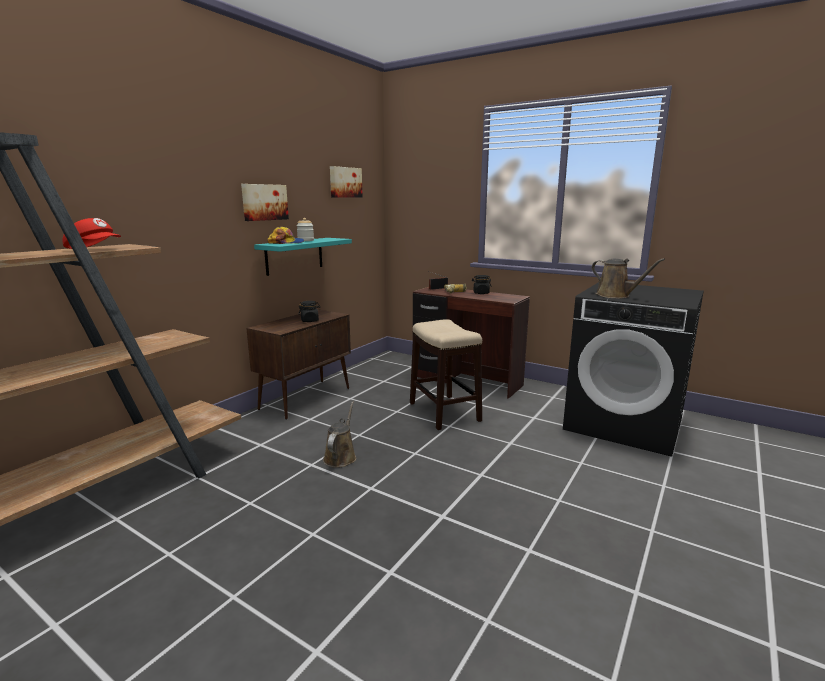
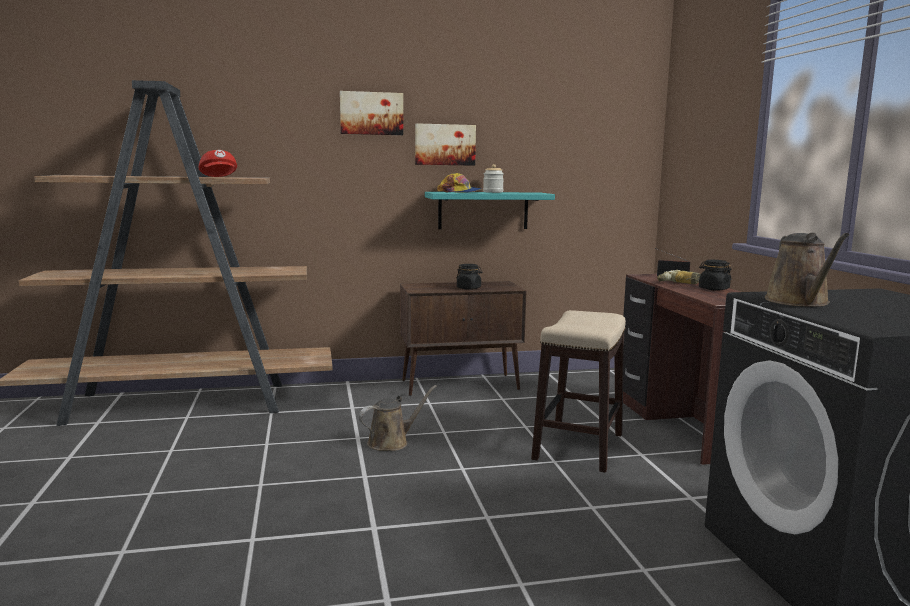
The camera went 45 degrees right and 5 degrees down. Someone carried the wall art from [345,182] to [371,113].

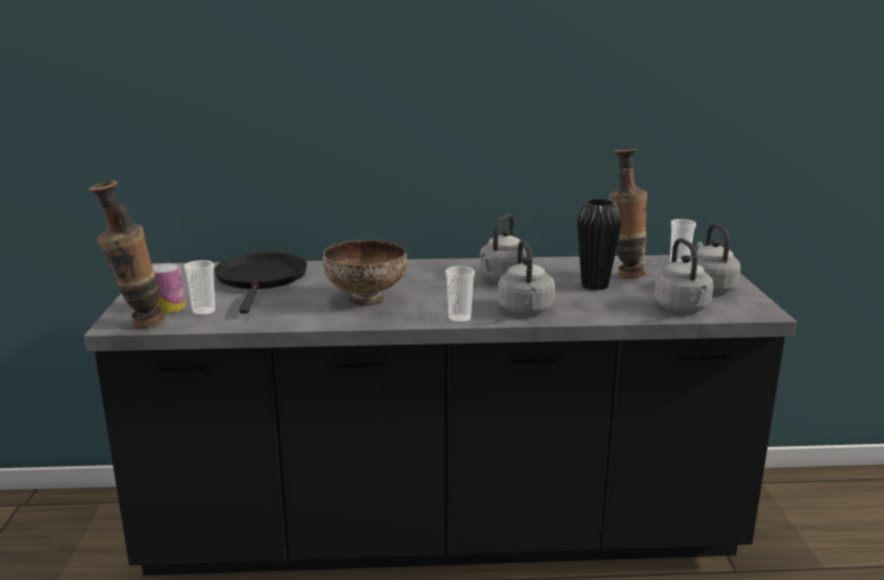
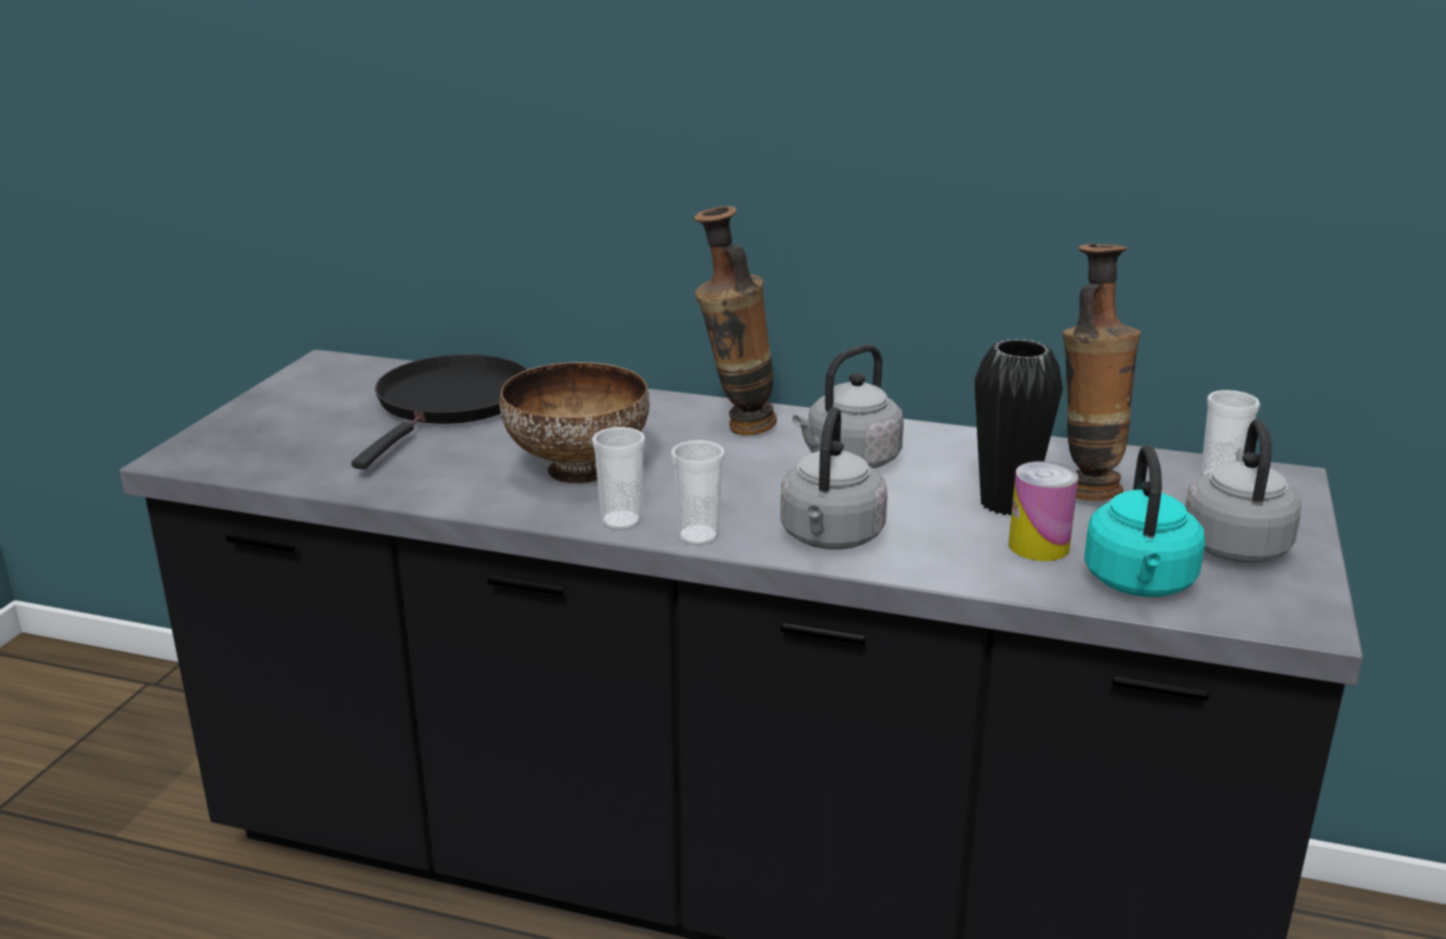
The camera went 20 degrees right and 5 degrees up. Someone carried the drinking cup from [204,312] to [621,521]. Someone carried the decorative vase from [137,325] to [735,429]. Someone carried the metal can from [168,307] to [1038,546]. Someone repainted the grey water kettle at [683,308], which became the turquoise water kettle at [1139,584].

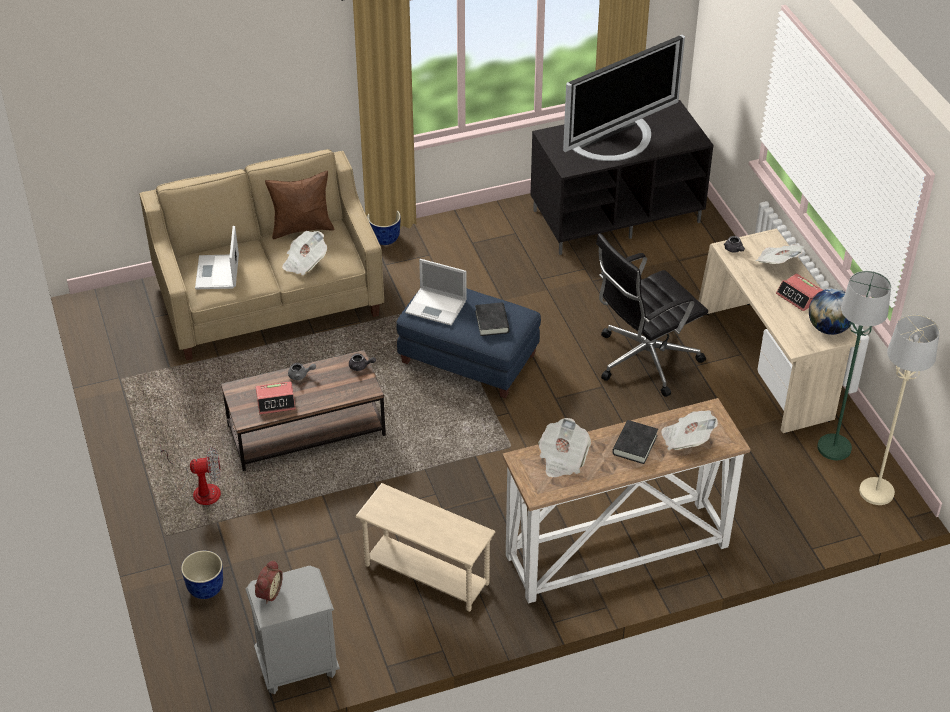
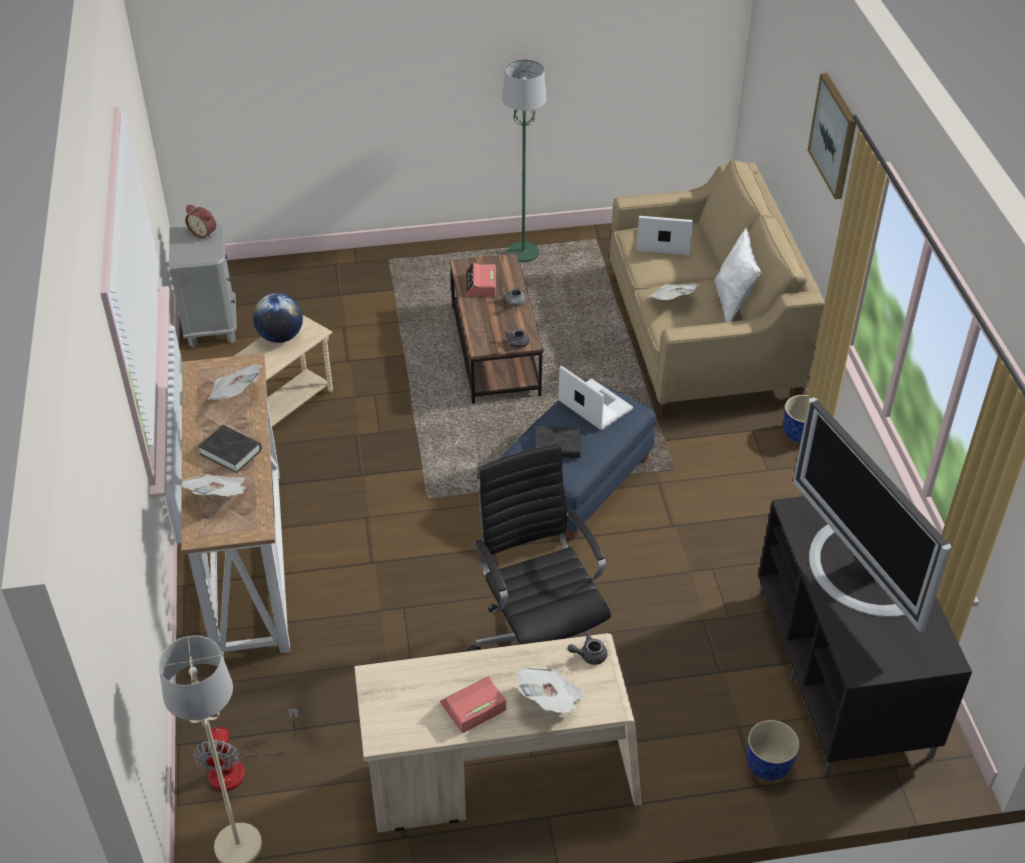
The camera went 100 degrees right and 0 degrees up. Someone carried the cooling fan from [200,490] to [239,767]. Someone carried the world globe from [828,328] to [280,336]. Someone carried the greenish standing lamp from [833,448] to [523,253]. Someone rotated the laptop at [437,307] by 105 degrees clockwise. Someone repainted the brownish throw pillow at [302,228], which became the white throw pillow at [733,303]. Someone carried the plant pot from [205,589] to [767,766]. Someone put up the wall art at [834,135].

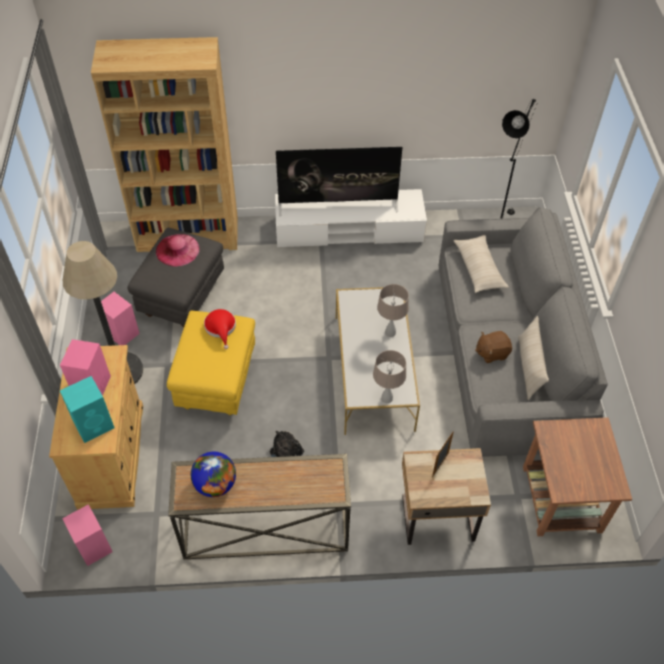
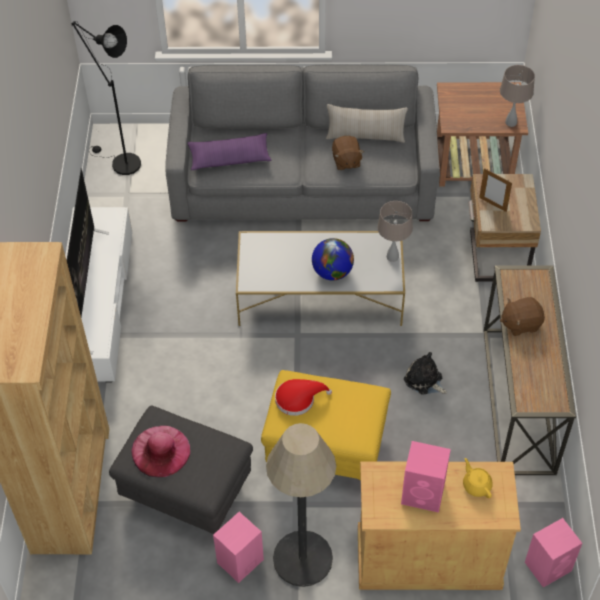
The camera went 85 degrees left and 0 degrees up. Someone repainted the beige-coloured throw pillow at [479,268], which became the purplish throw pillow at [229,158]. Someone carried the world globe from [215,484] to [332,272]. Someone swapped the turquoise audio speaker at [95,424] for the yellow-coloured tea pot at [476,485]. Someone carried the beige-coloured tabletop lamp from [390,332] to [510,122]. Someone put down the brownish plush toy at [520,323].

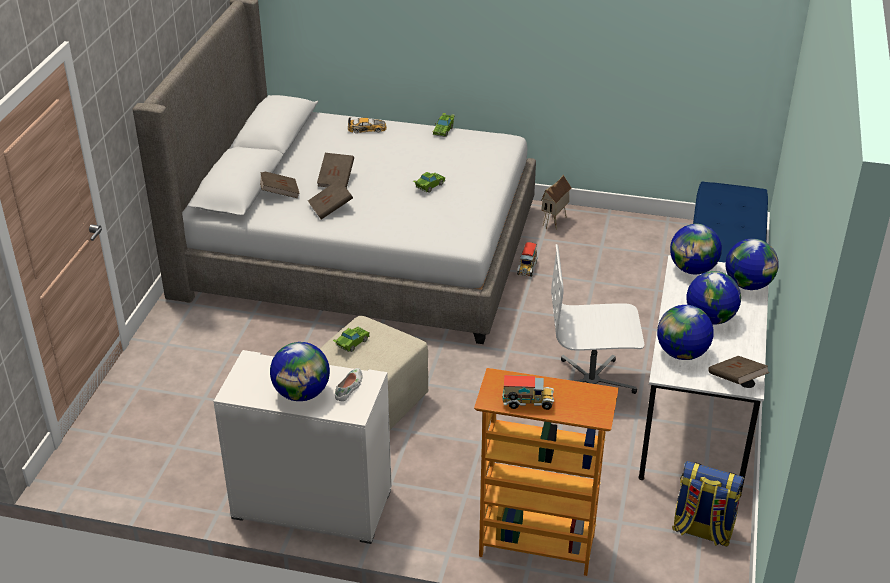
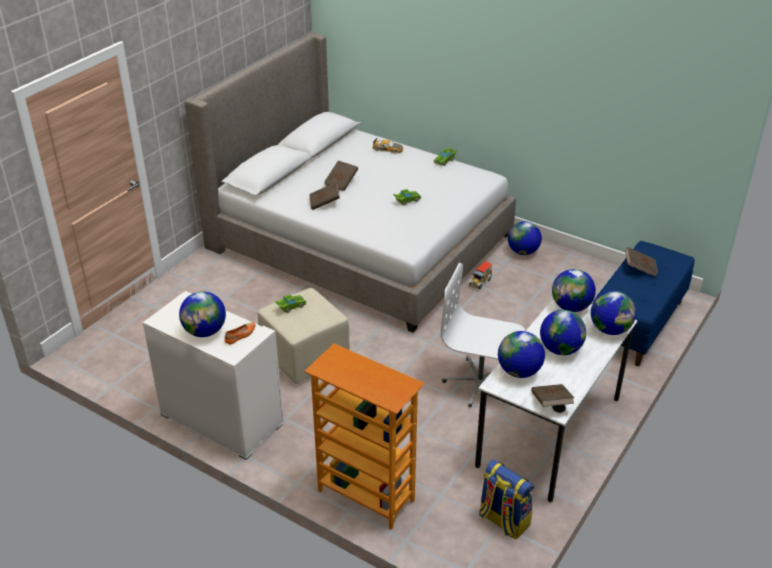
The camera went 20 degrees right and 0 degrees up. Someone repainted the white item of footwear at [349,387], which became the orange item of footwear at [240,335]. Someone swapped the toy house at [555,223] for the world globe at [523,252]. Someone carried the brownish bound book from [279,192] to [640,268]. Someone took away the model truck at [528,403].

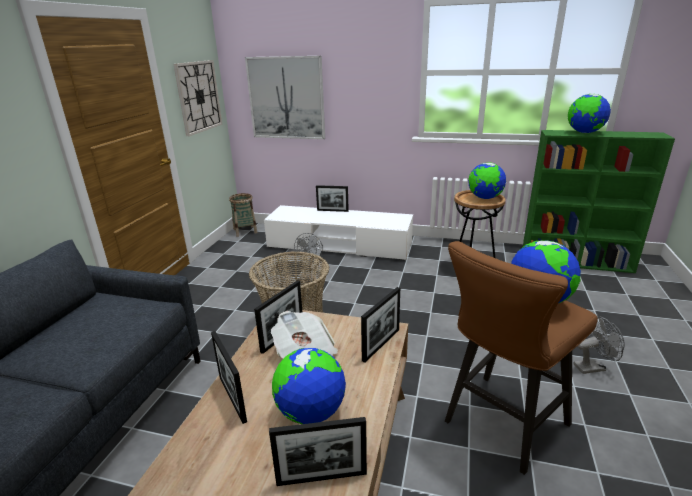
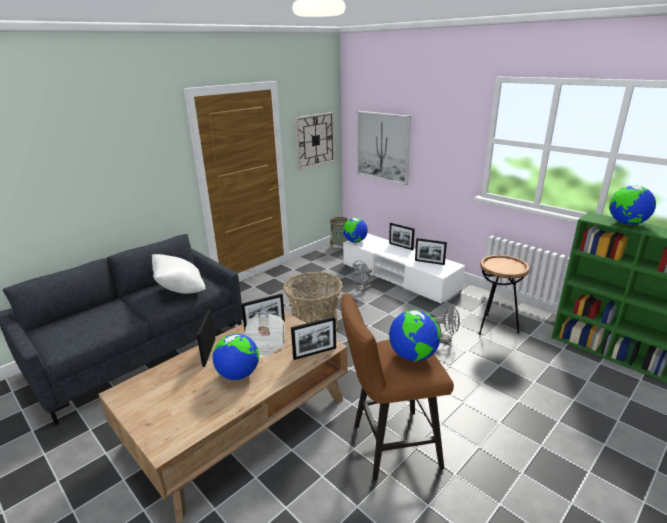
The camera went 30 degrees right and 0 degrees up. Someone put down the white throw pillow at [180,290]. Someone carried the world globe from [484,198] to [355,241]. Someone carried the photo frame from [321,478] to [429,262]. Someone carried the grey cooling fan from [593,367] to [445,339].

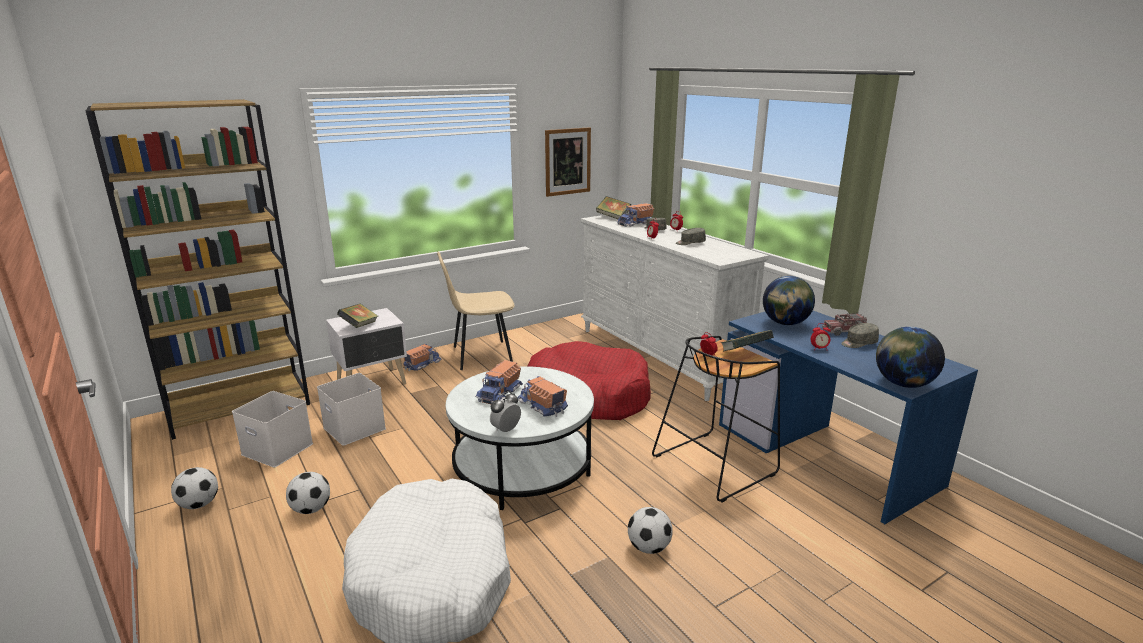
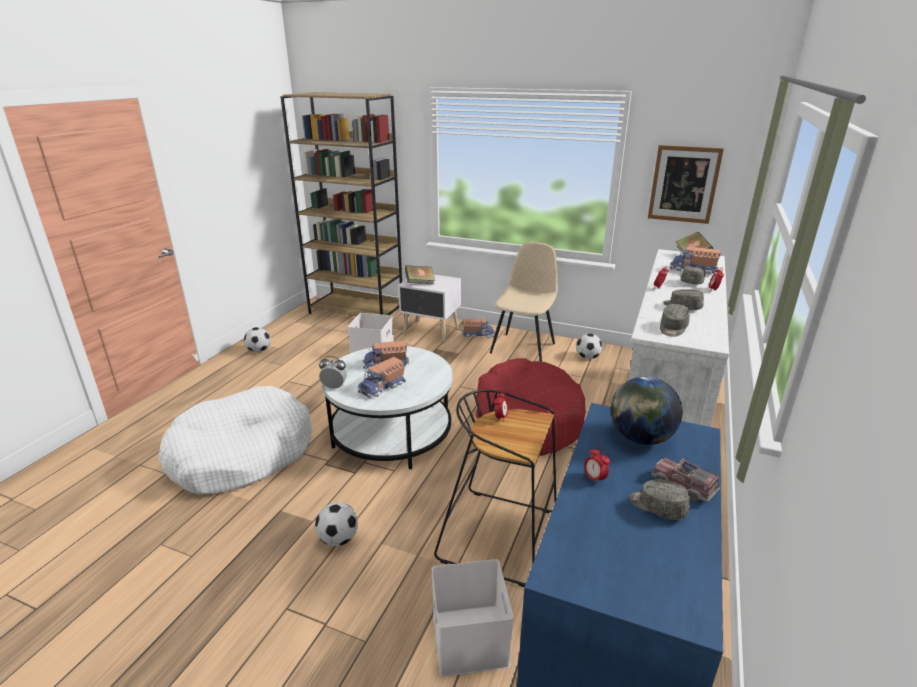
The camera went 55 degrees right and 5 degrees up. Someone rotated the model truck at [541,406] by 150 degrees counterclockwise. Someone carried the white storage bin from [276,449] to [468,637]. Someone rotated the beige-coloured upright chair at [480,355] by 75 degrees clockwise. Someone carried the football ball from [311,509] to [587,357]. Someone put down the grey peaked cap at [672,328]. Someone took away the bound book at [745,353]. Someone took away the world globe at [903,384].

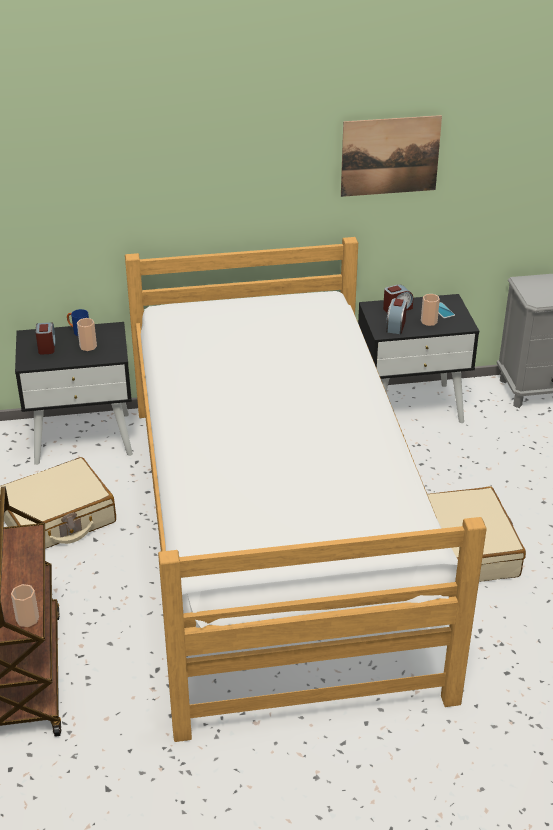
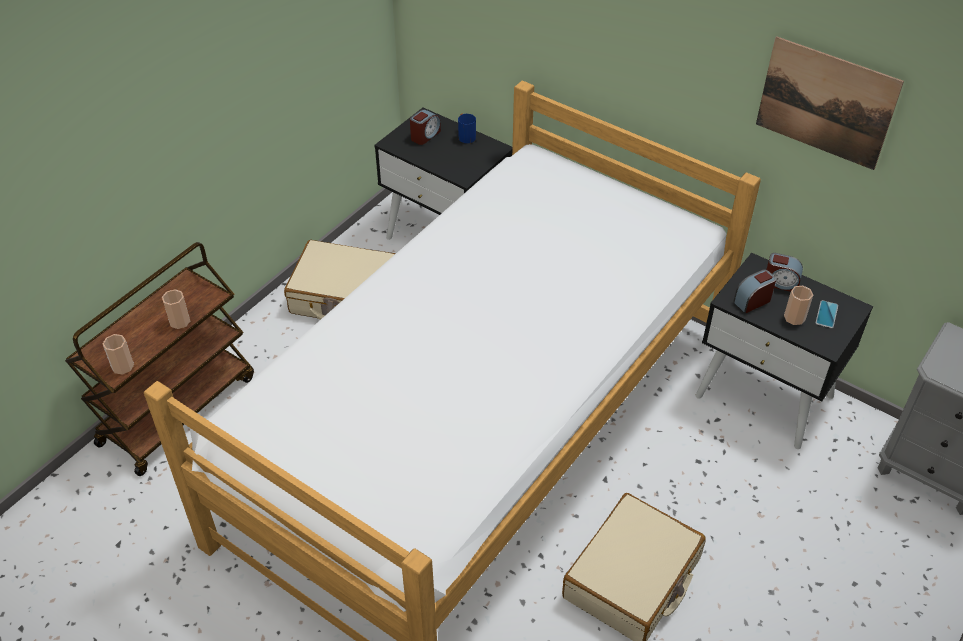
The camera went 45 degrees right and 10 degrees up. Someone carried the drinking cup from [88,346] to [179,321].

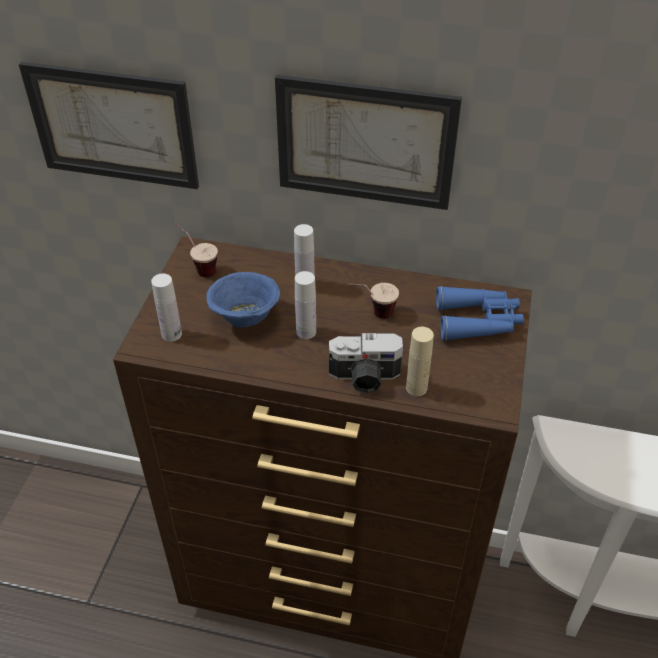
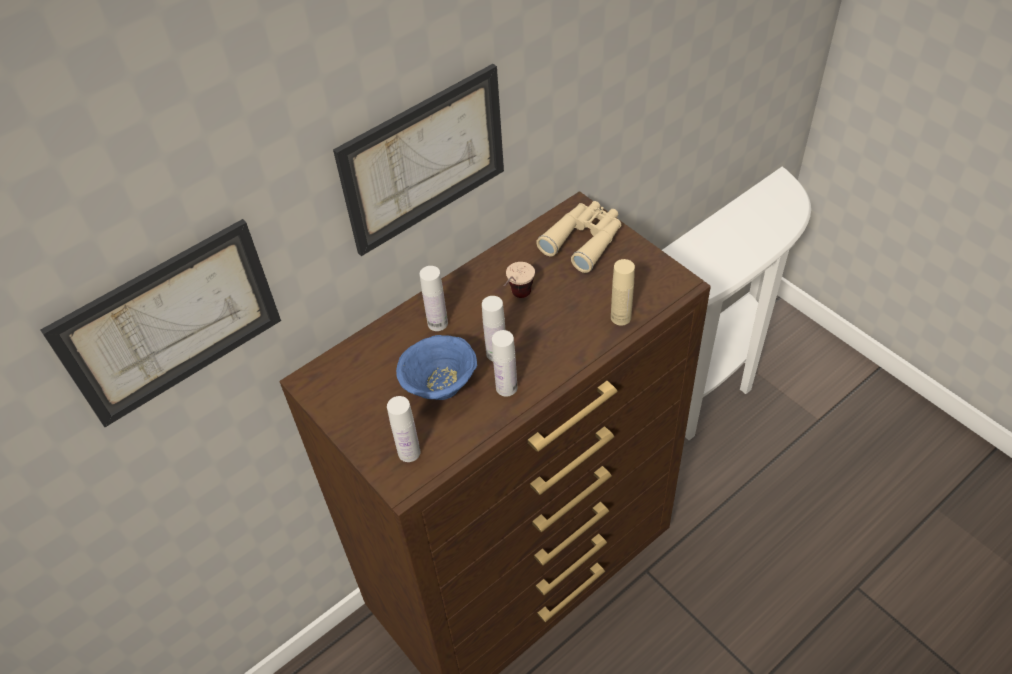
The camera went 50 degrees left and 5 degrees up. Someone put down the white beverage bottle at [506,387]. Someone repainted the blue-coloured binoculars at [478,321], which became the beige-coloured binoculars at [584,240]. Someone took away the drinking cup at [198,267]. Someone took away the photo camera at [364,378].

